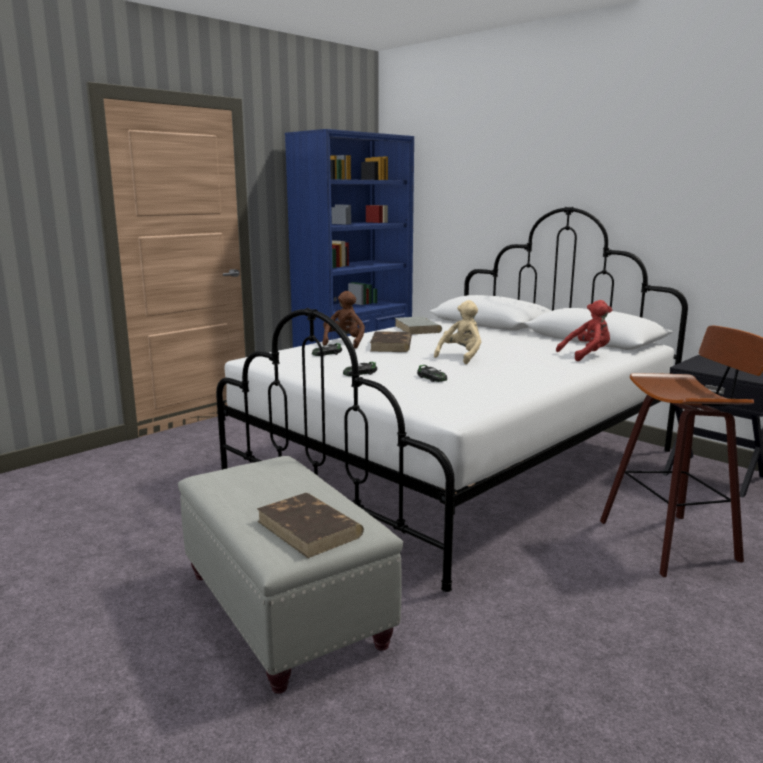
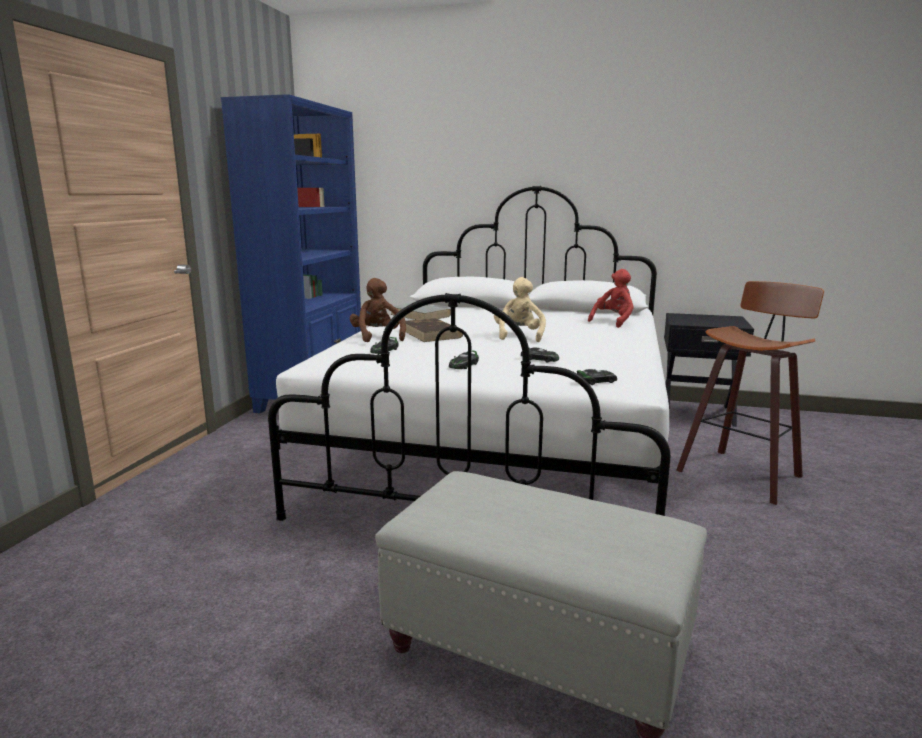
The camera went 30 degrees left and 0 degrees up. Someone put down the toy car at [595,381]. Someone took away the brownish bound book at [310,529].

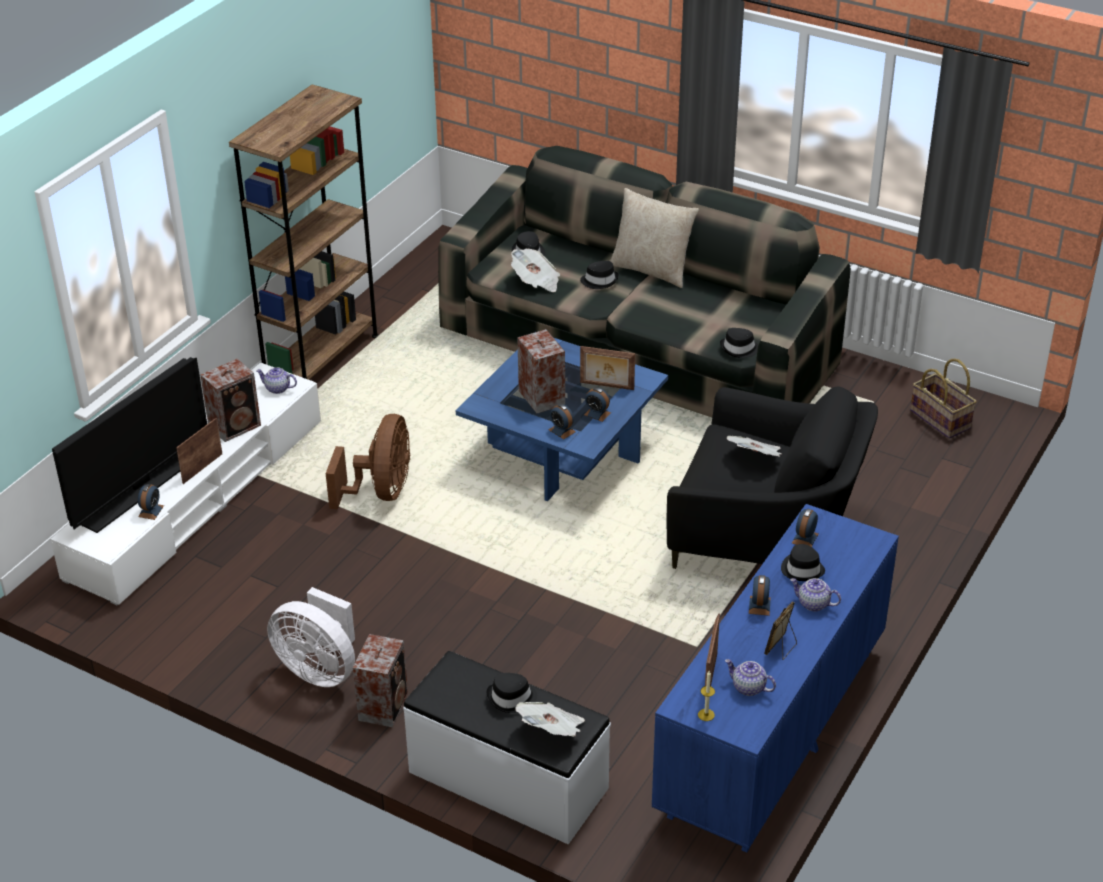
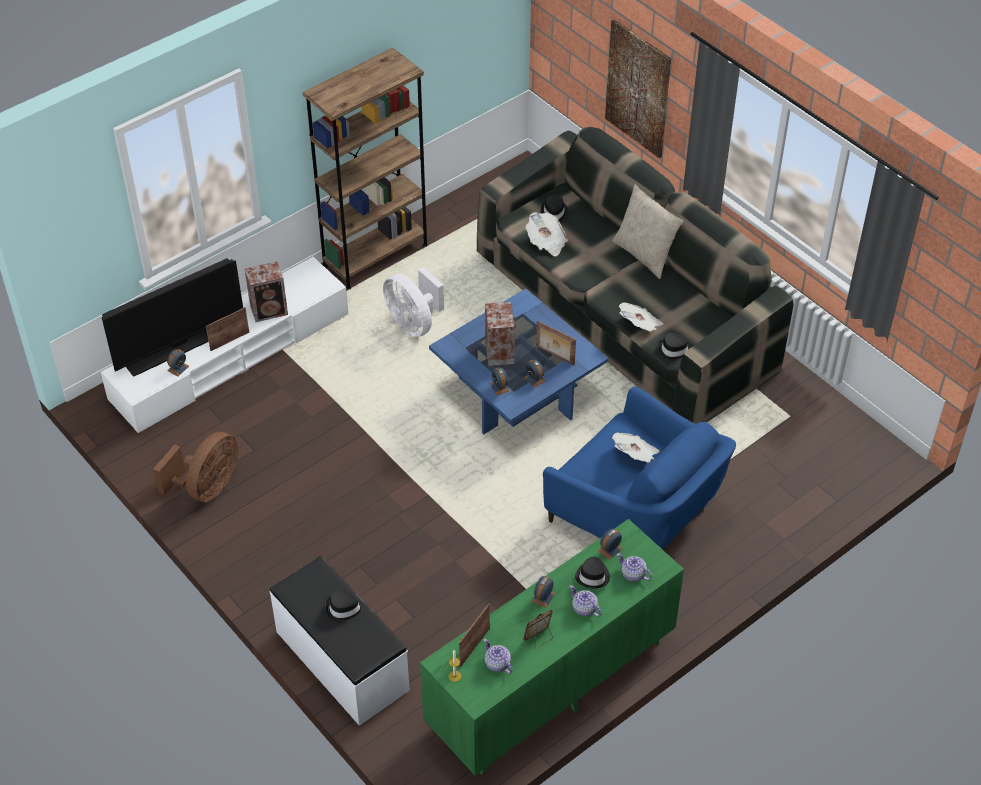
The camera went 20 degrees right and 10 degrees up. Someone carried the brownish cooling fan from [381,492] to [207,488]. Someone carried the white cooling fan from [320,669] to [414,323]. Someone repainted the blue-coloured dresser at [772,733], which became the greenish dresser at [550,685]. Someone repainted the blackish lounge chair at [766,535], which became the blue-coloured lounge chair at [636,514]. Someone put up the wall art at [638,88]. Someone carried the tea pot from [277,388] to [632,574]. Someone carried the printed paper from [552,731] to [640,325]. Someone took away the audio speaker at [384,705]. Someone took away the blackish hat at [600,280]. Someone took away the household basket at [941,419].

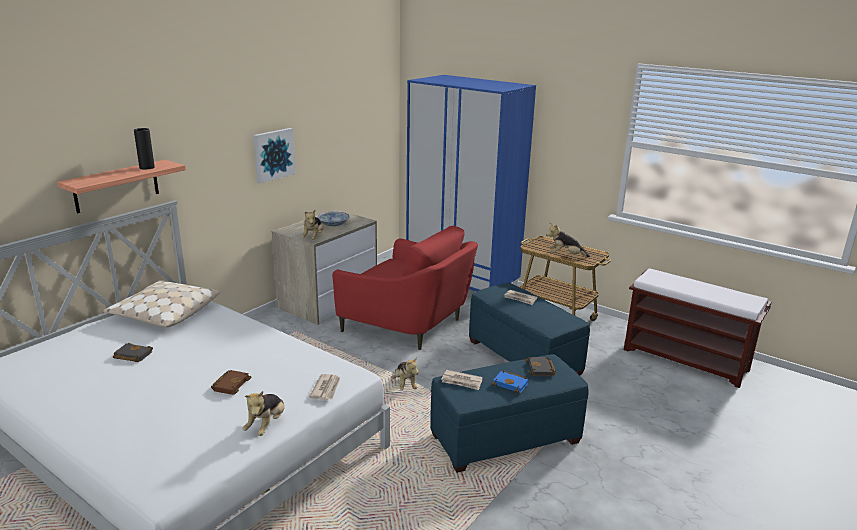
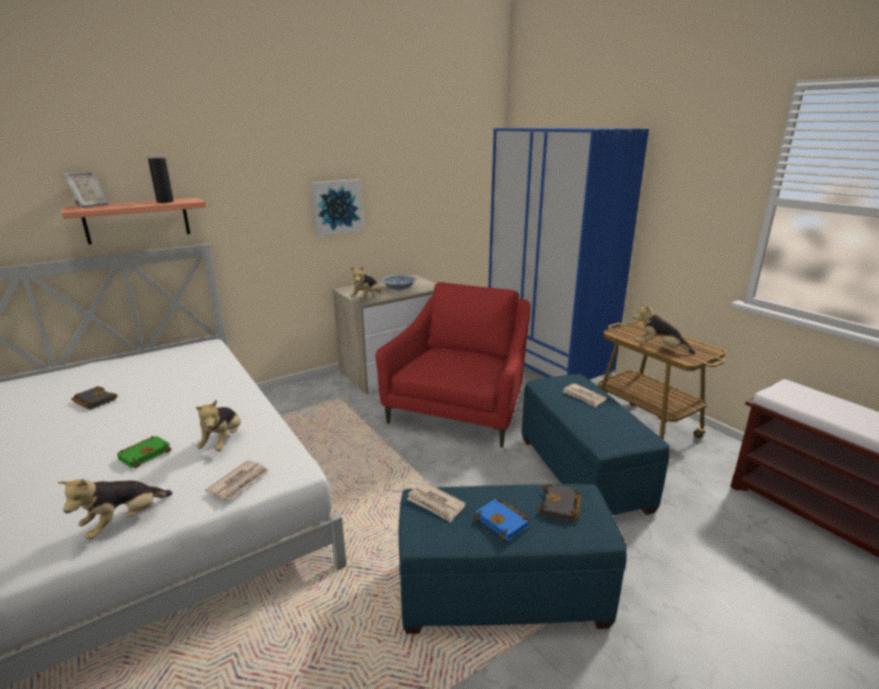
The camera went 20 degrees right and 0 degrees up. Someone put down the photo frame at [90,206]. Someone repainted the brownish bound book at [231,384], which became the greenish bound book at [145,454]. Someone carried the plush toy from [405,384] to [223,442]. Someone rotated the red-coloured lounge chair at [408,324] by 120 degrees counterclockwise. Someone took away the beige-coloured throw pillow at [164,313].

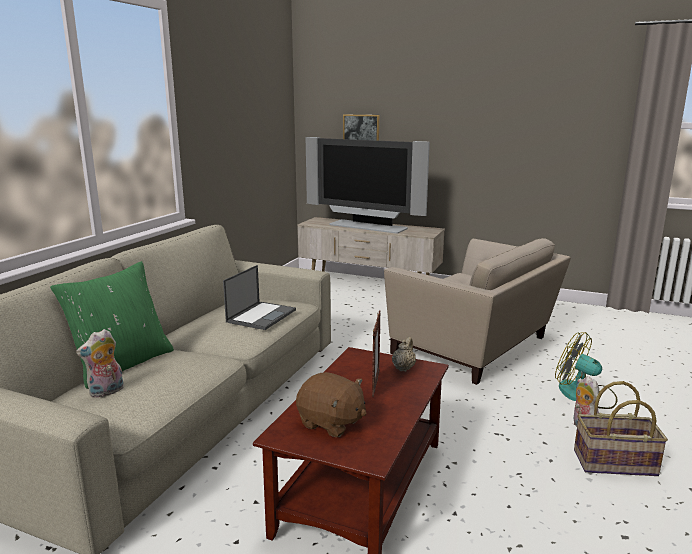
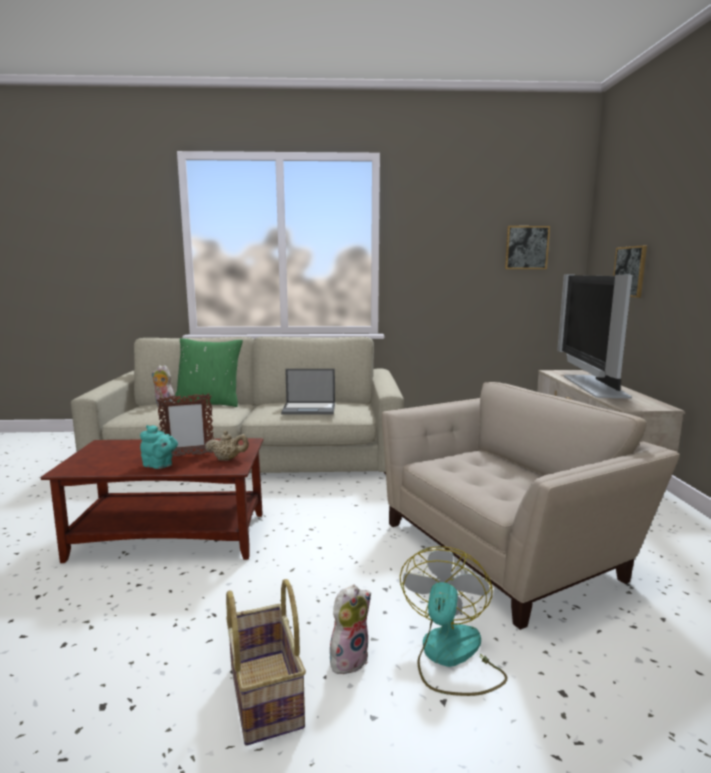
The camera went 65 degrees right and 5 degrees down. Someone put down the turquoise tea pot at [159,465]. Someone rotated the beige-coloured lounge chair at [474,347] by 135 degrees counterclockwise. Someone put up the wall art at [526,247]. Someone took away the brownish plush toy at [331,423].

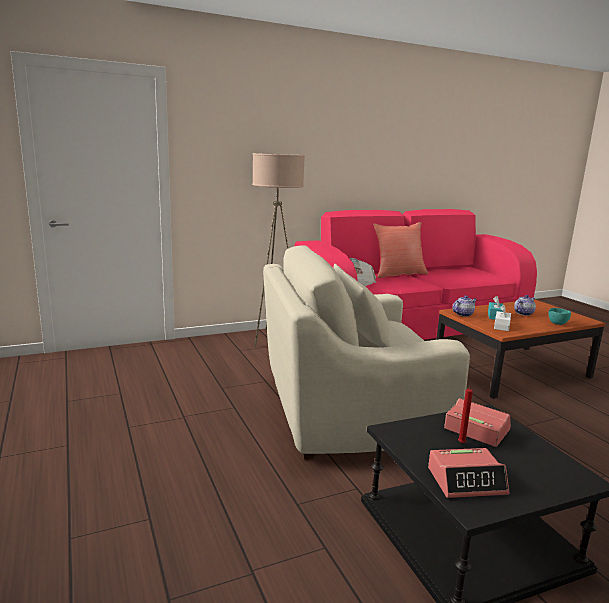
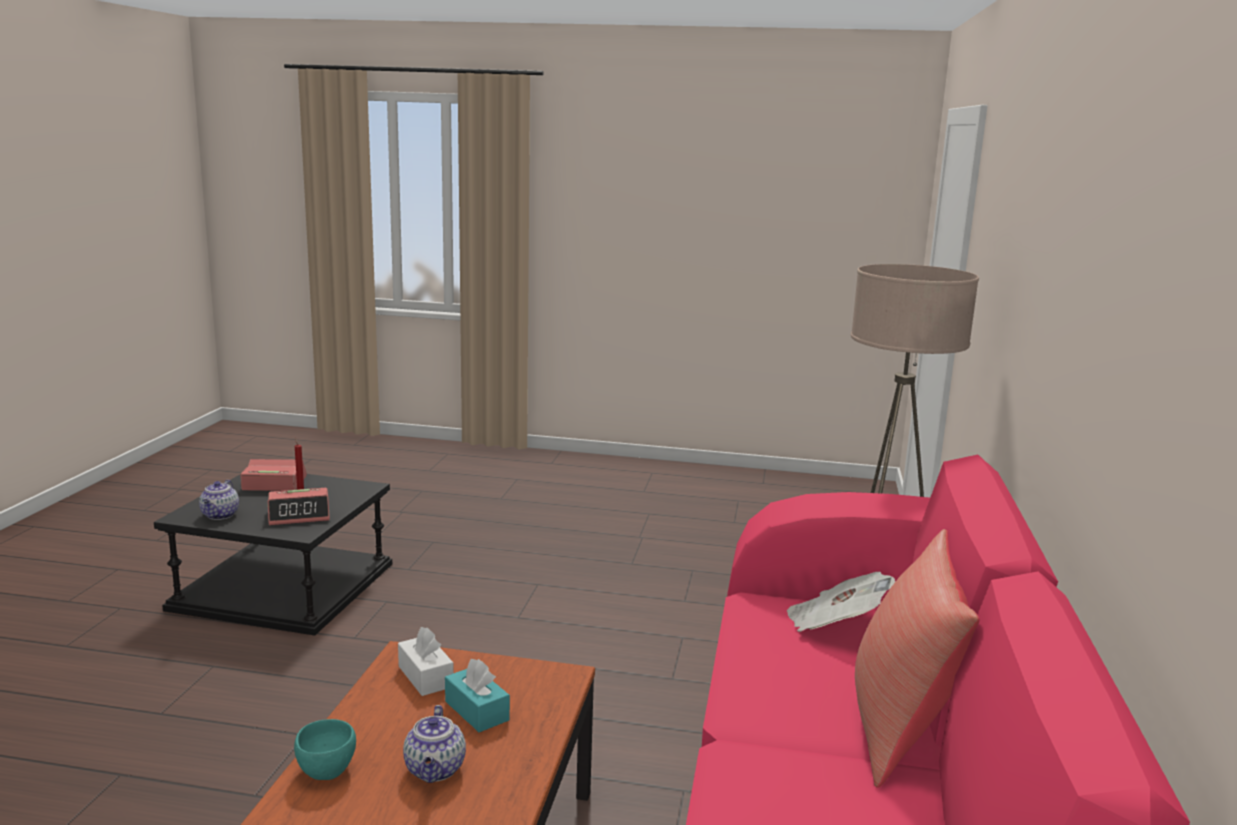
The camera went 125 degrees right and 0 degrees up. Someone carried the tea pot from [463,314] to [220,515]. Someone rotated the bedside clock at [466,481] by 60 degrees clockwise. Someone took away the beige-coloured lounge chair at [346,409].

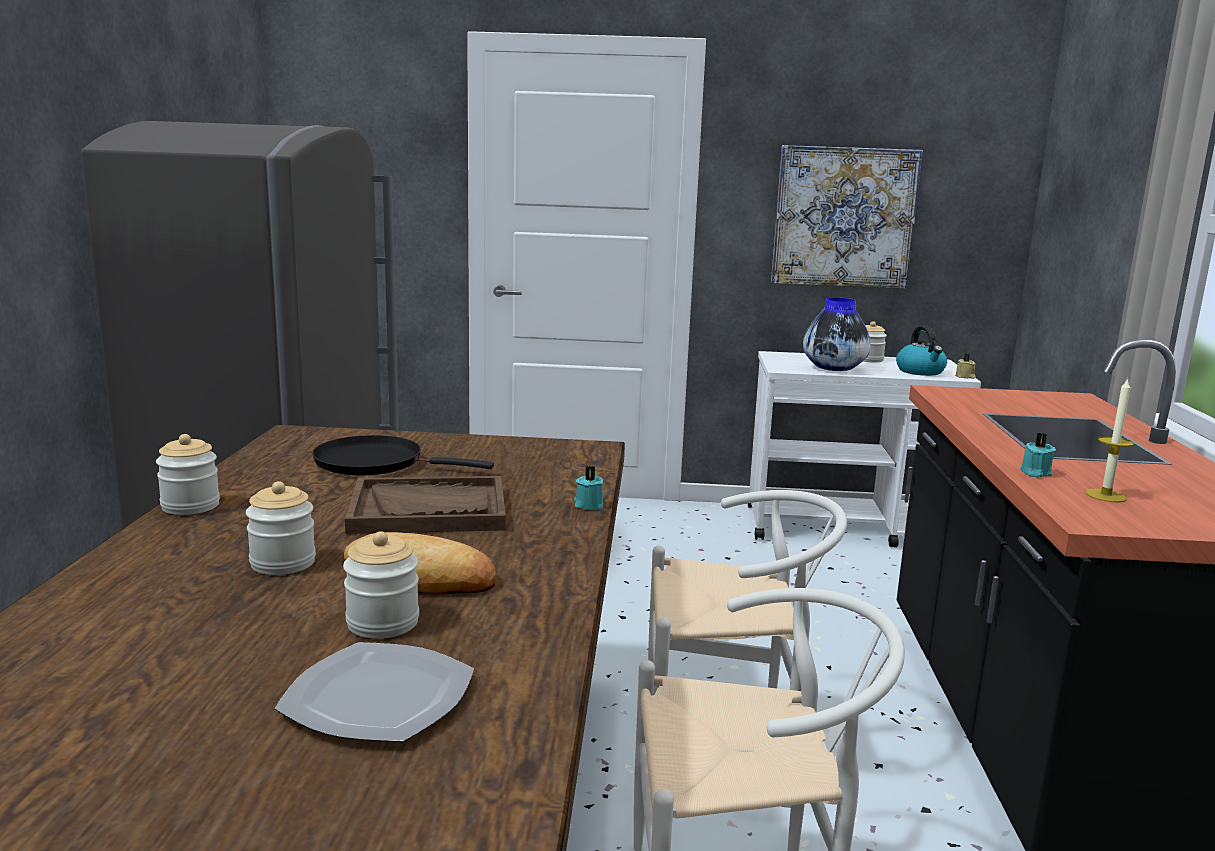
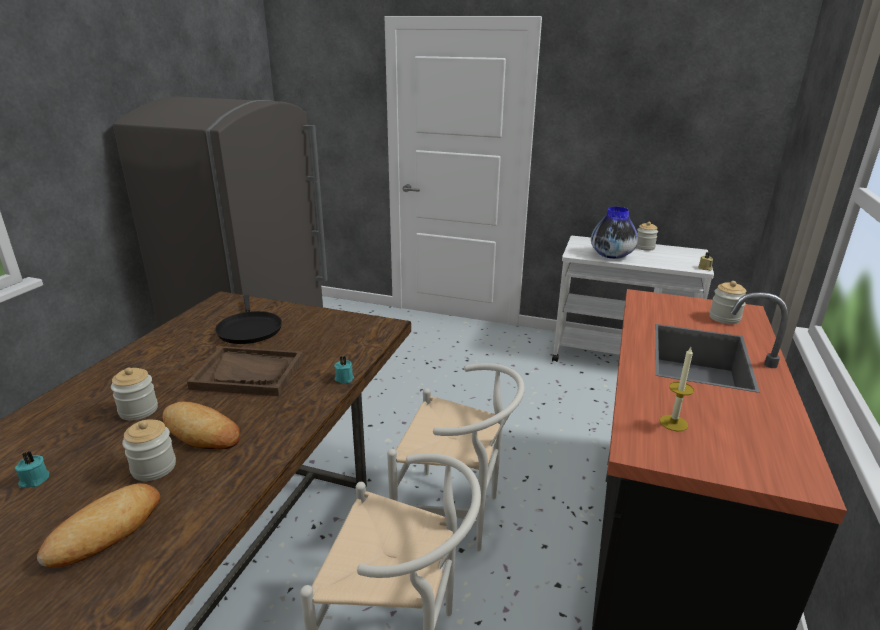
The camera went 15 degrees right and 10 degrees up. Someone carried the turquoise wax light from [1034,473] to [34,480]. Someone swapped the dinner plate at [376,698] for the bakery bread at [106,530]. Someone rotated the blackish pan at [376,463] by 135 degrees counterclockwise. Someone carried the preserve jar from [190,506] to [724,318]. Someone took away the wall art at [844,217]. Someone took away the water kettle at [921,371].

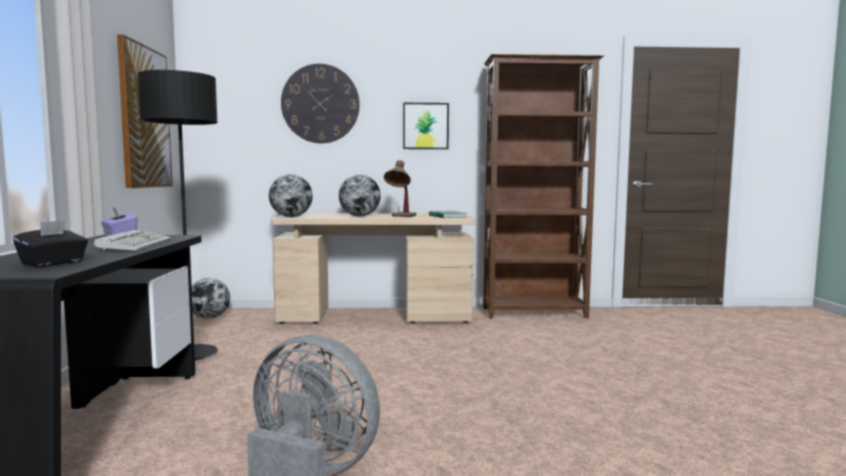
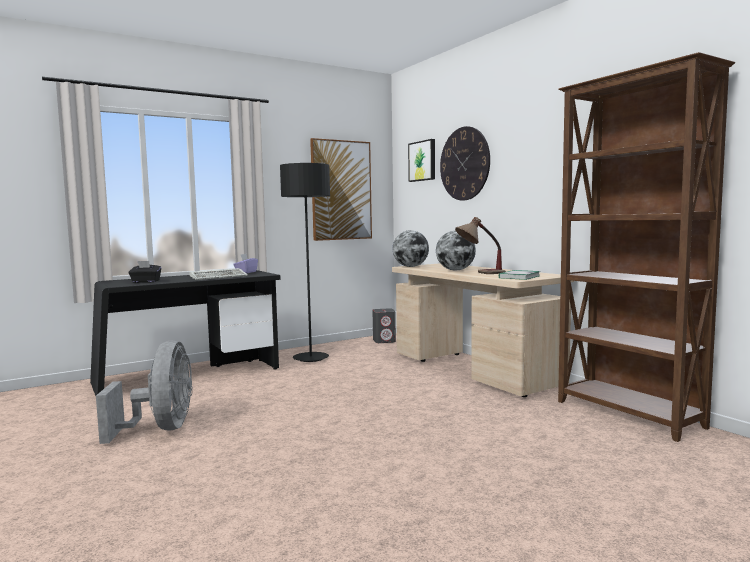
The camera went 60 degrees right and 0 degrees up. Someone swapped the world globe at [209,318] for the grey audio speaker at [384,341]. Someone carried the wall art from [425,126] to [423,161].

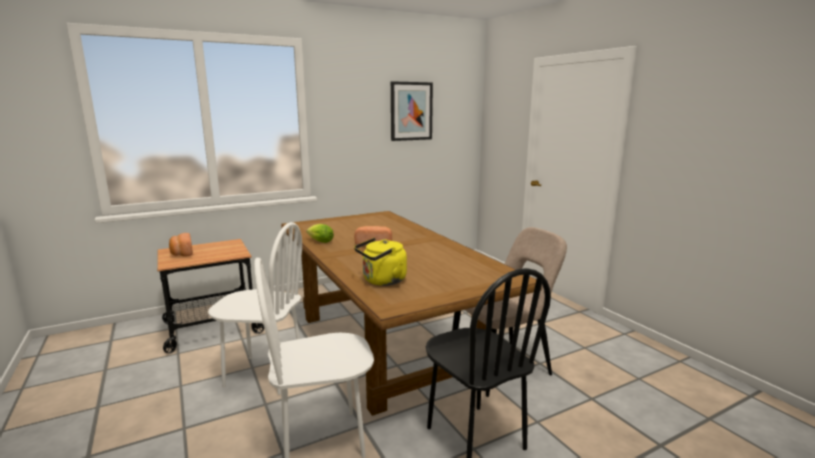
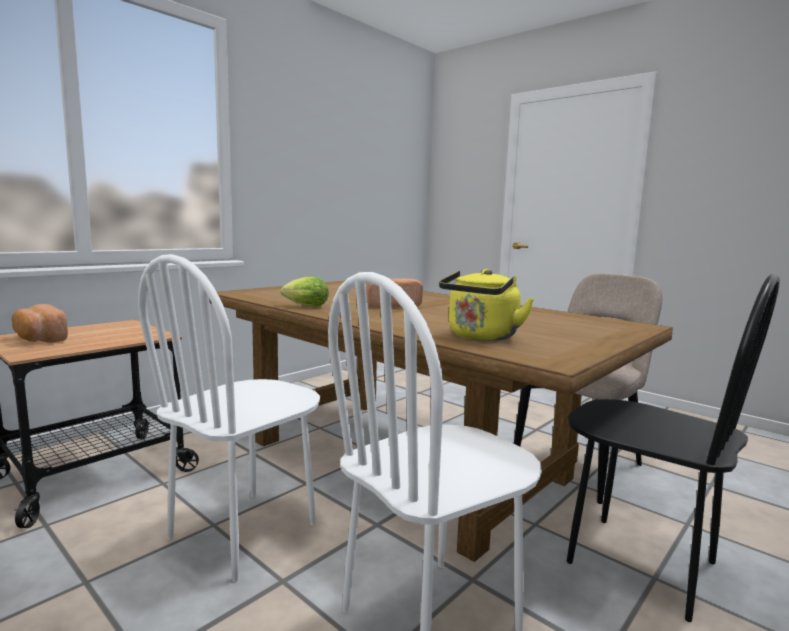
The camera went 20 degrees left and 5 degrees down. Someone rotated the white upright chair at [264,374] by 135 degrees clockwise. Someone took away the wall art at [411,111].

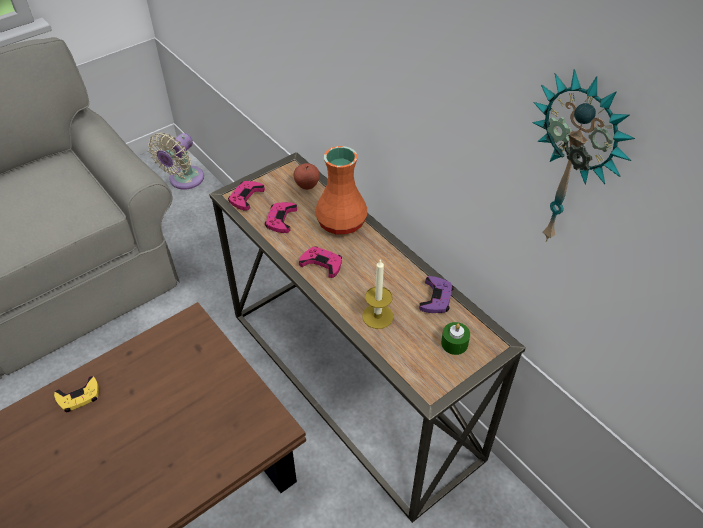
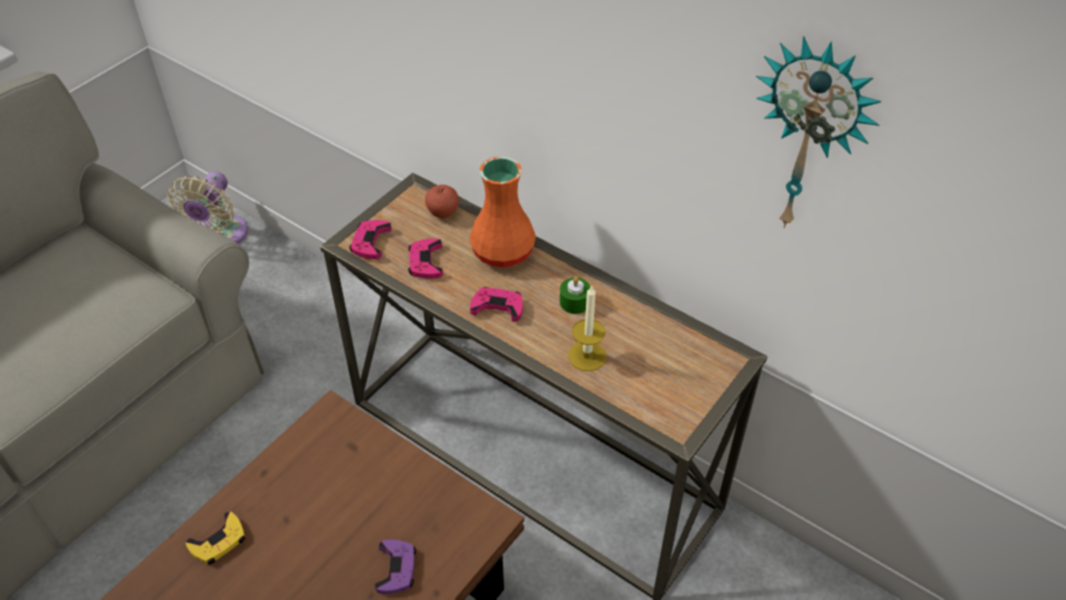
The camera went 15 degrees left and 0 degrees up. Someone carried the purplish game controller from [436,298] to [396,569]. Someone carried the greenish wax light from [454,343] to [574,302].

